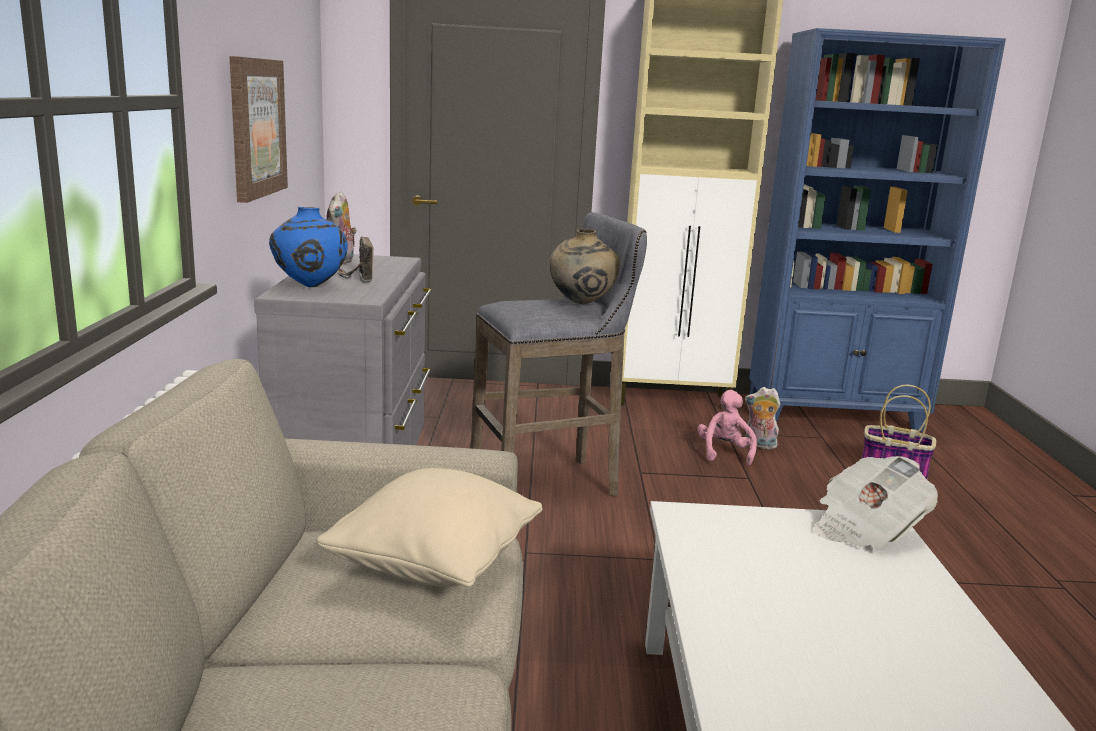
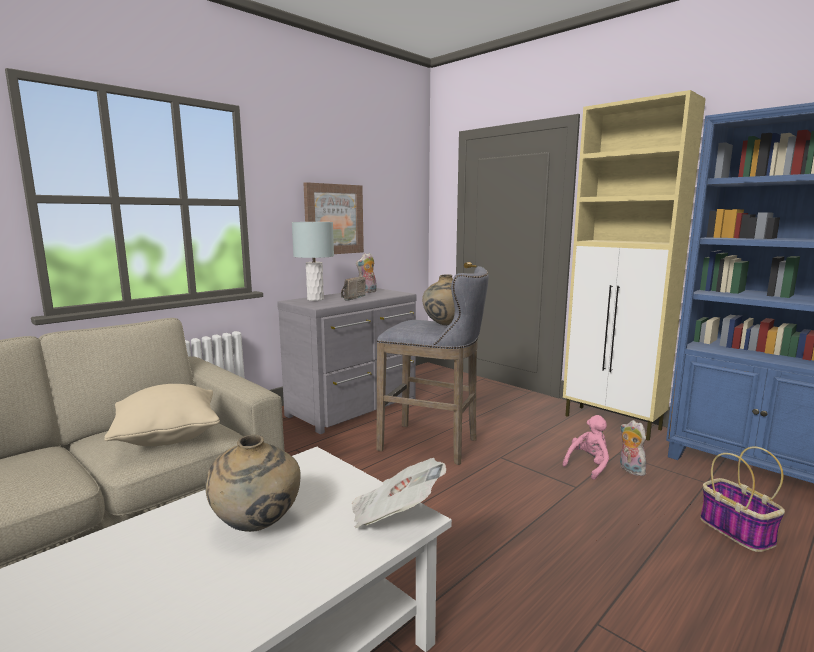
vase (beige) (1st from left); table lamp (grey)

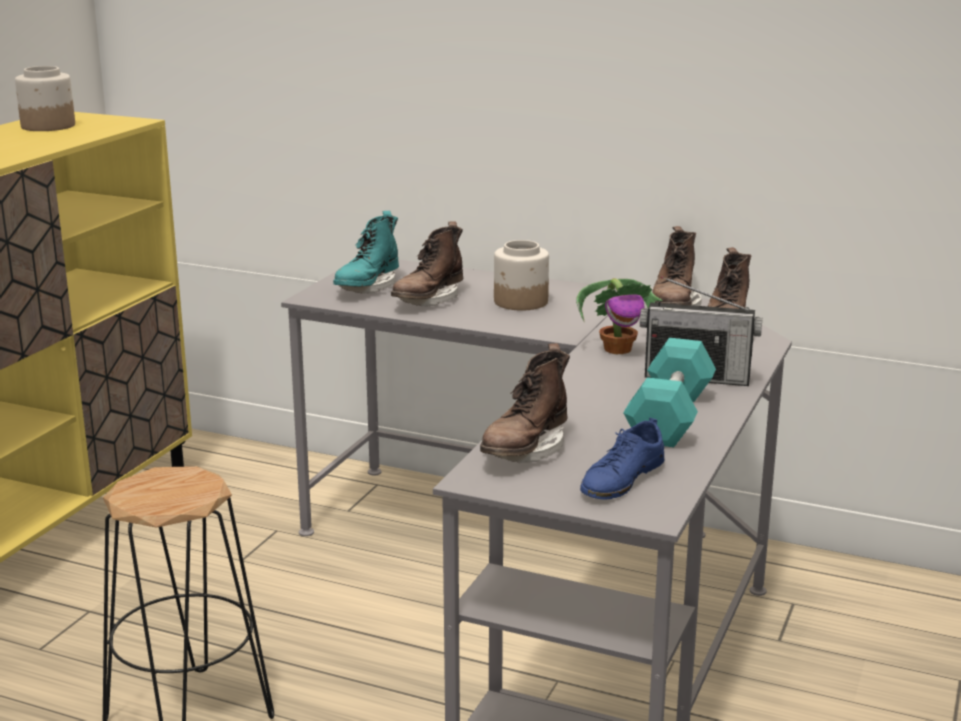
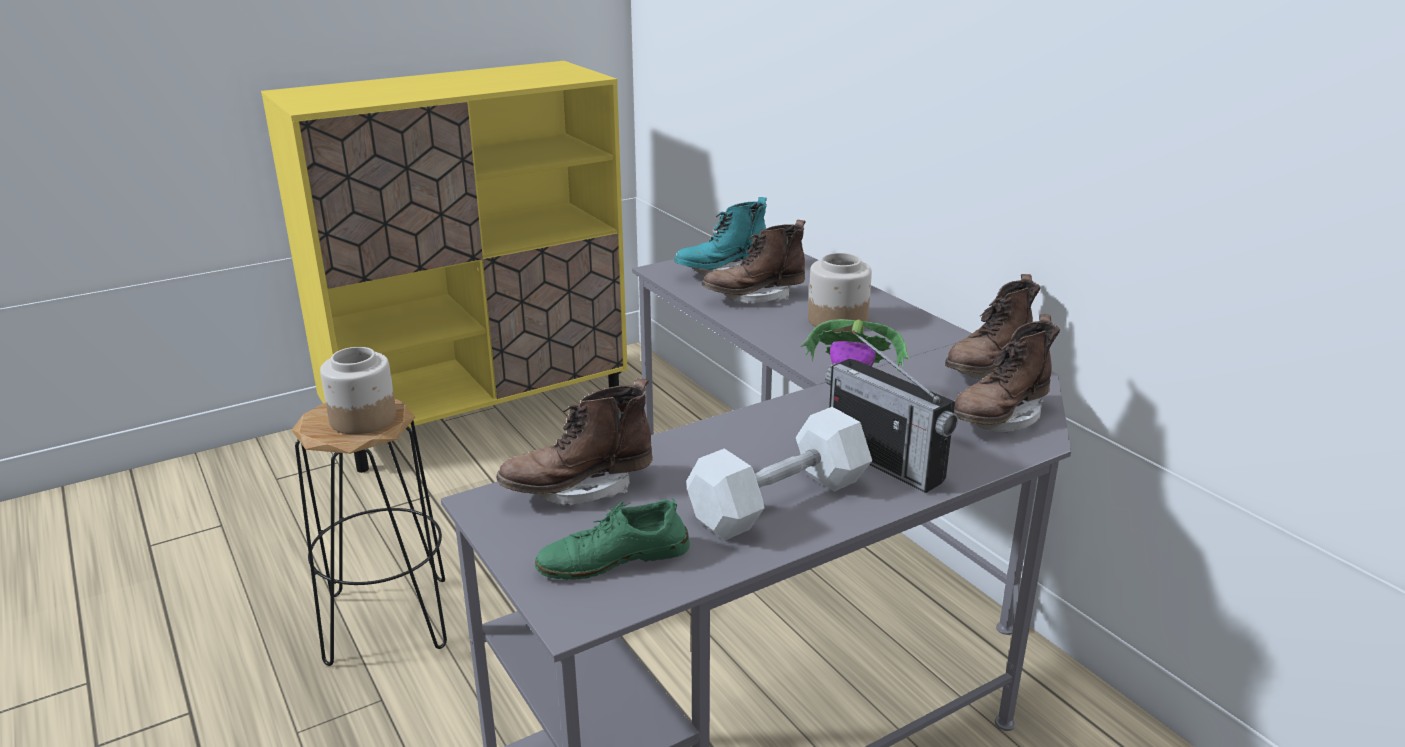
jar (1st from left); shoe (green); dumbbell (white)

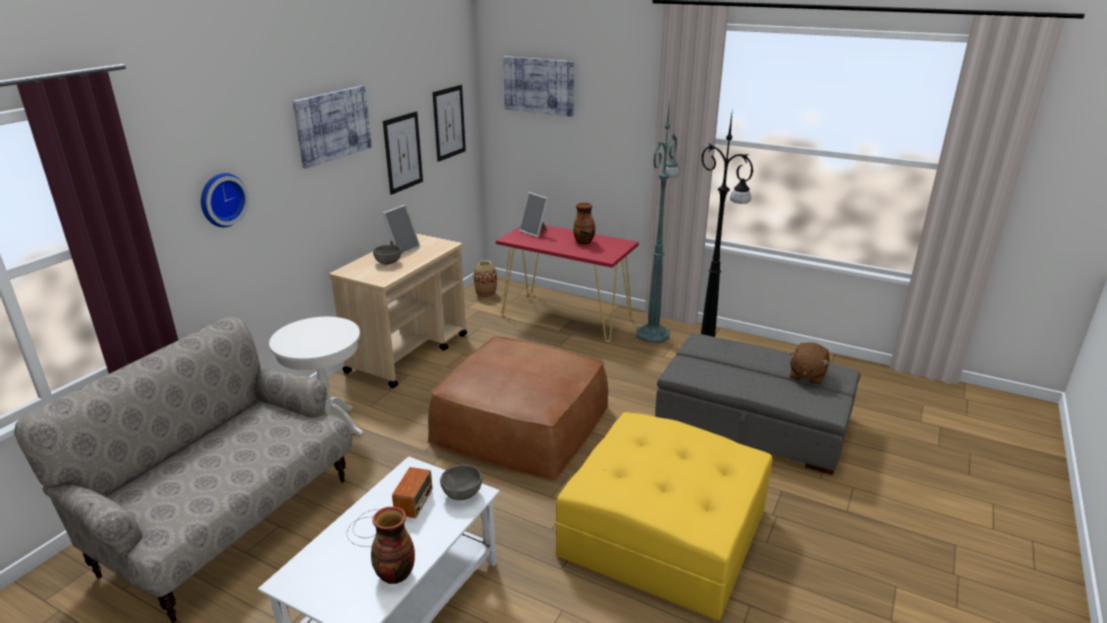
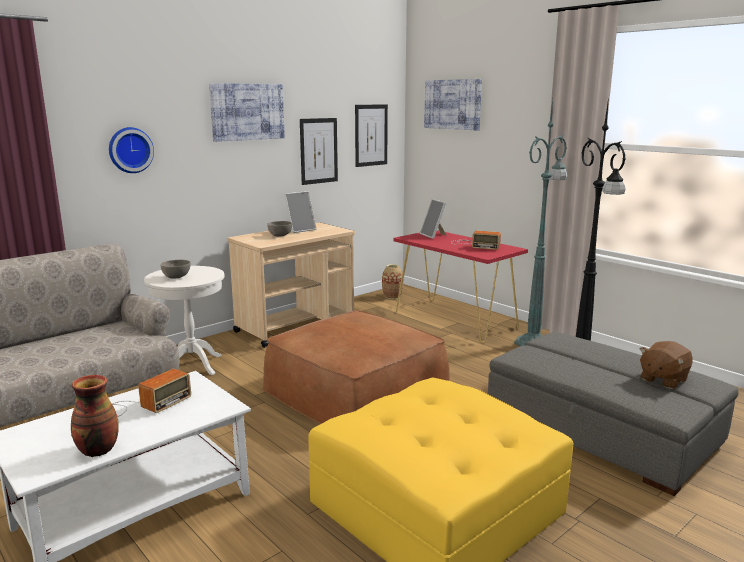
bowl (grey) (1st from left); radio (2nd from left)

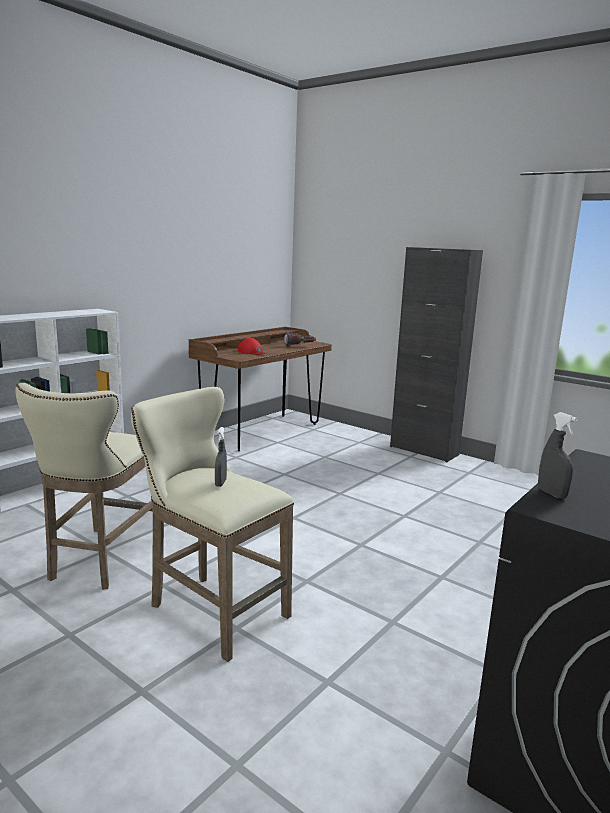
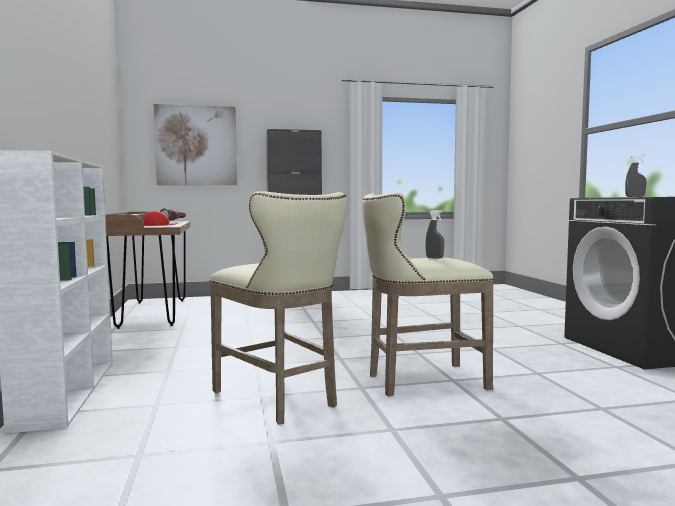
picture

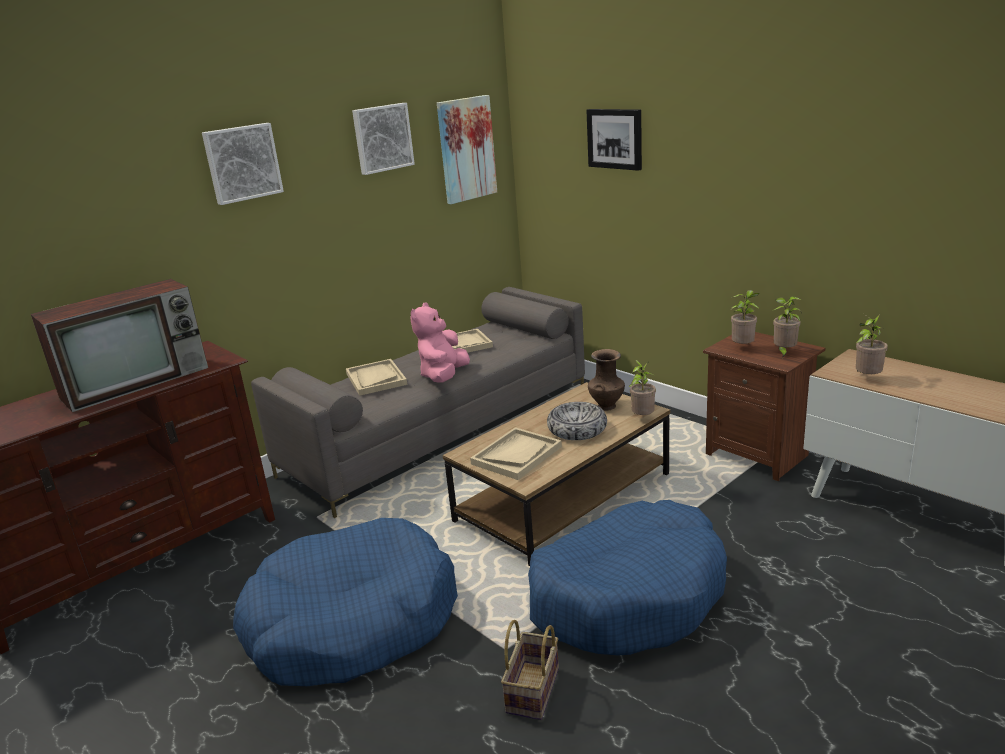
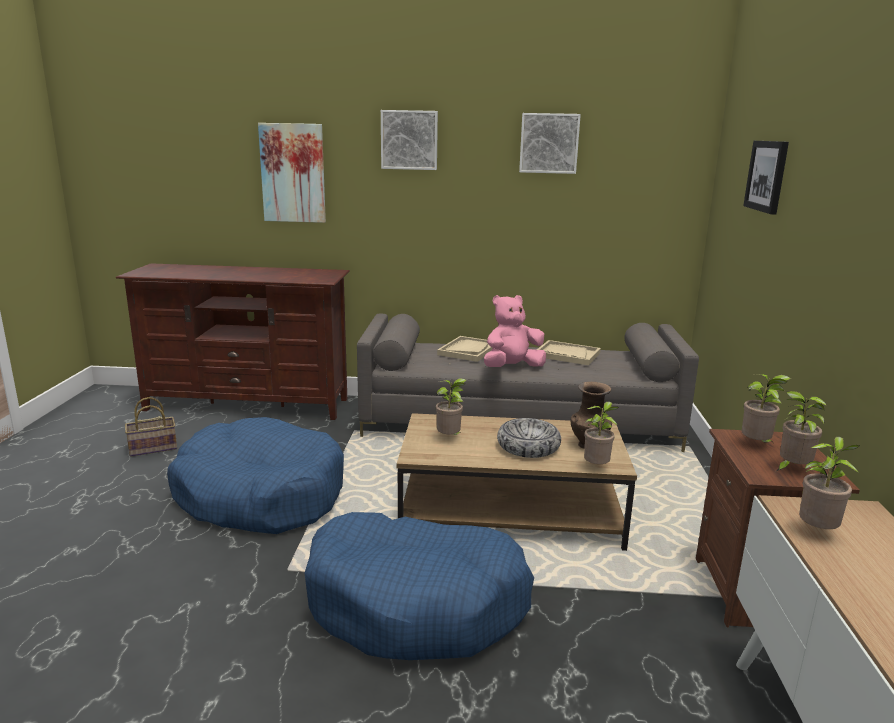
basket; picture (1st from left); potted plant (1st from left); television

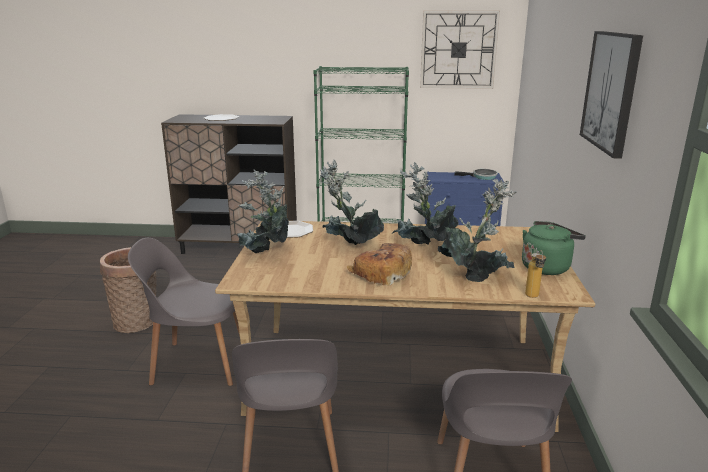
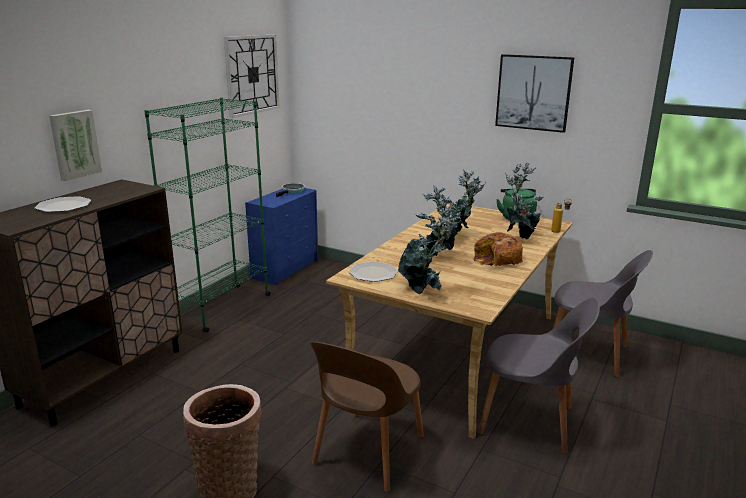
picture (1st from left); chair (brown)

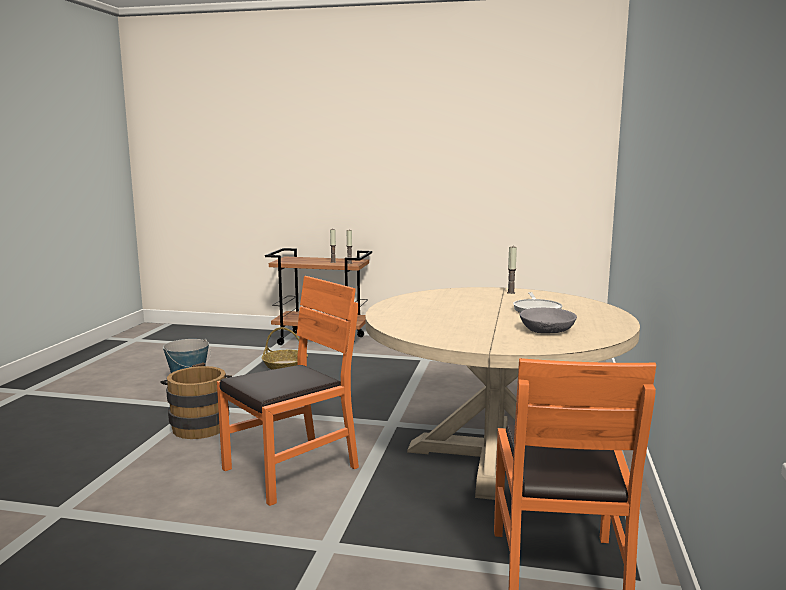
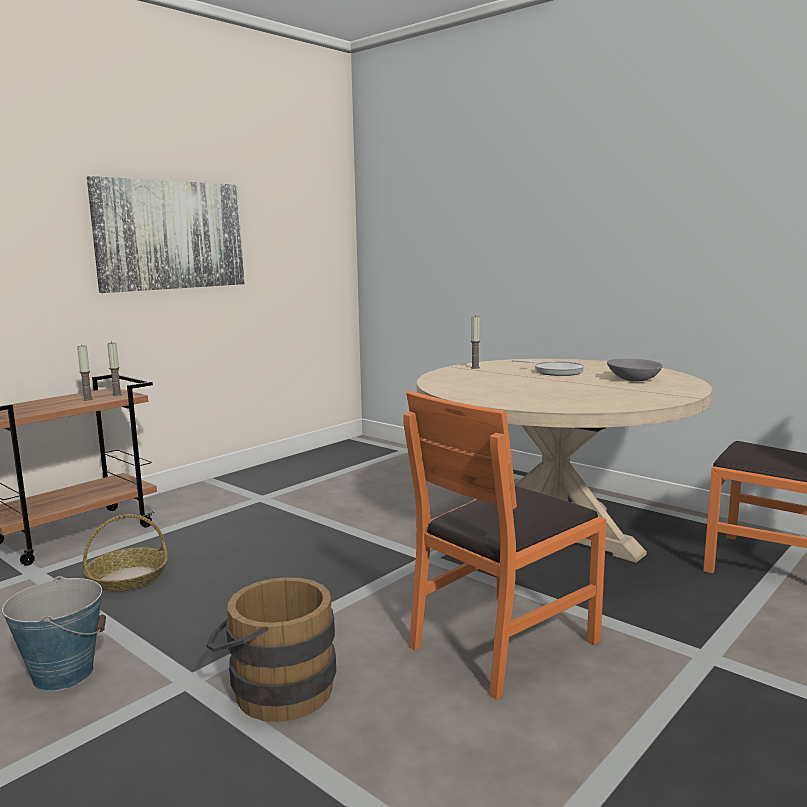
picture; chair (orange) (1st from left)

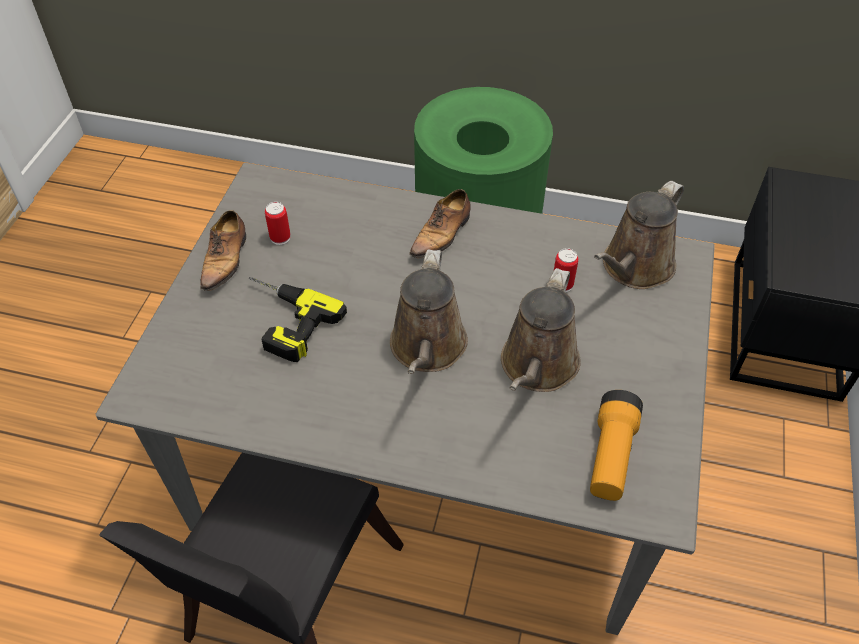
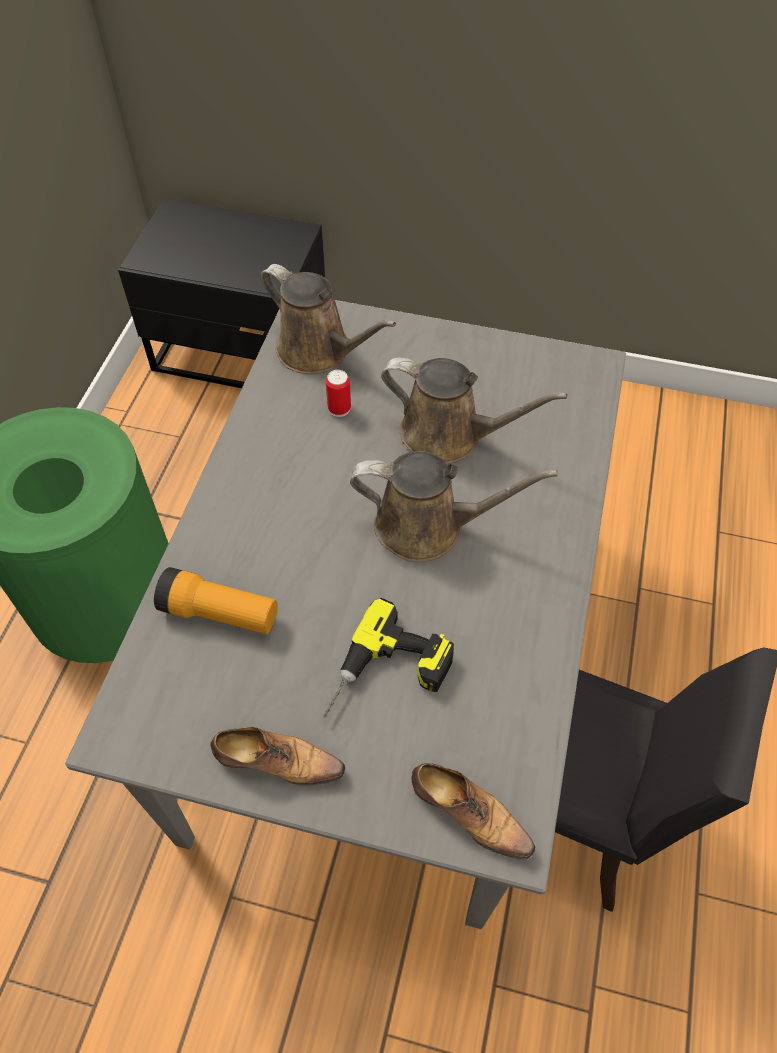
flashlight; shoe (2nd from left); can (1st from left in the first image)

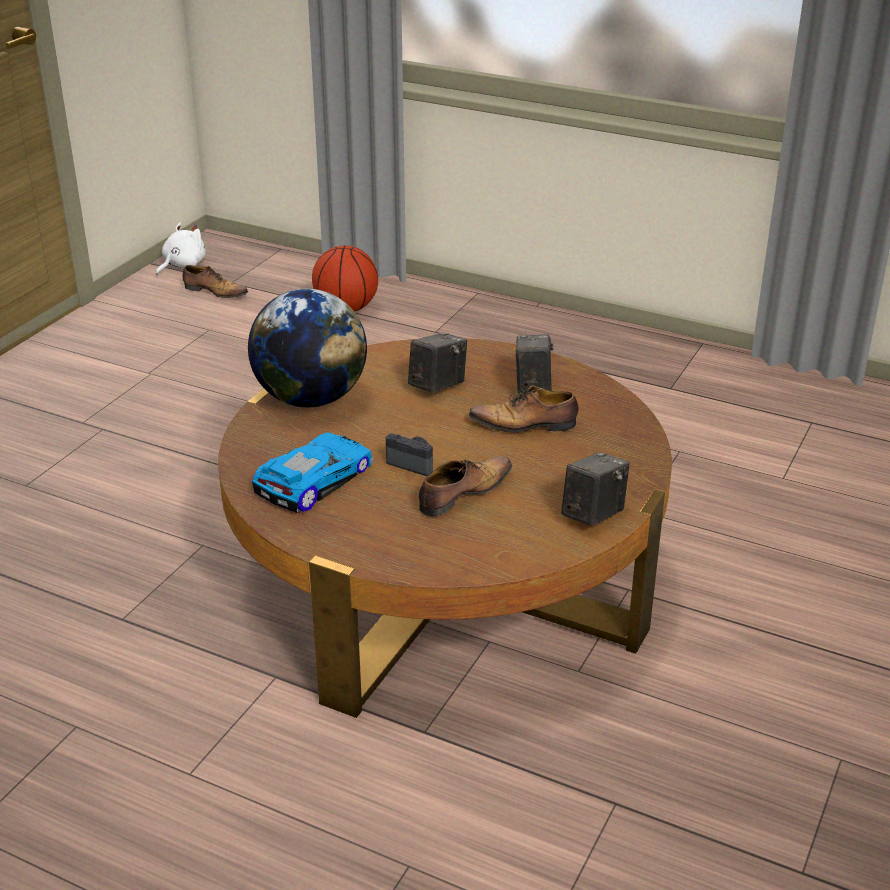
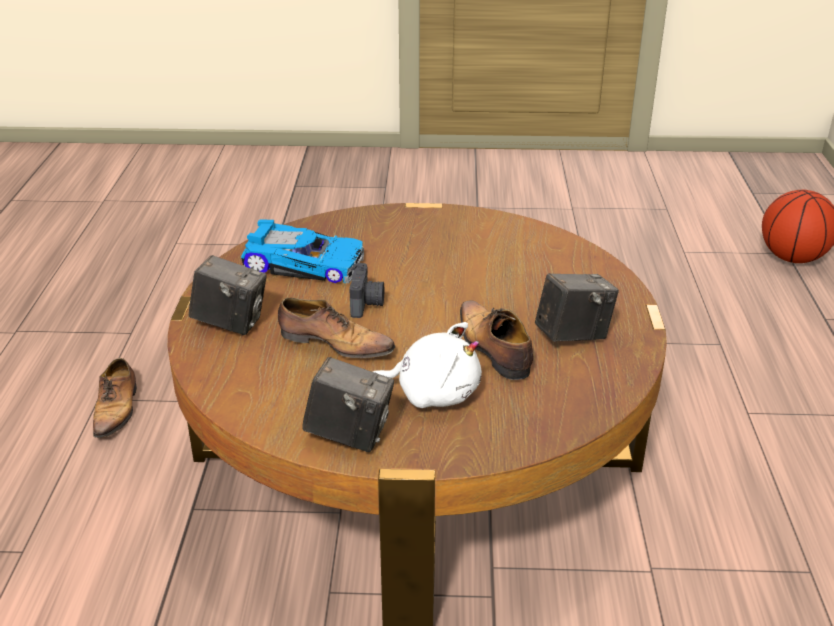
shoe (1st from left); photo camera (1st from left); plush toy (white); globe

